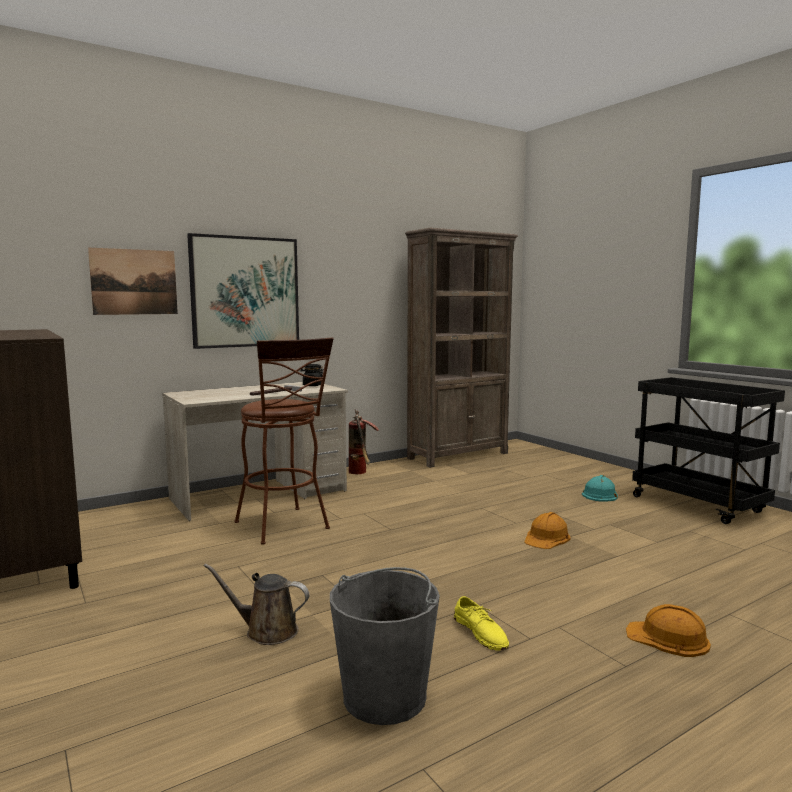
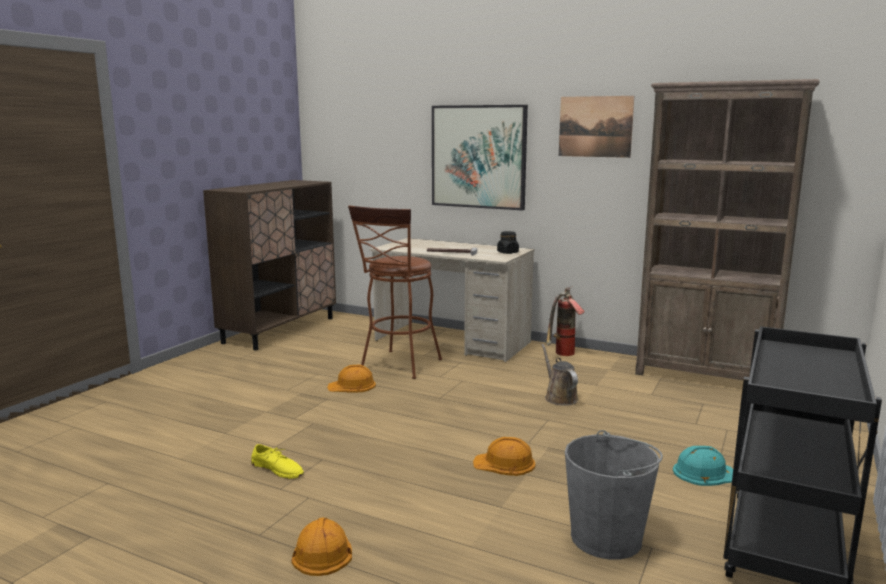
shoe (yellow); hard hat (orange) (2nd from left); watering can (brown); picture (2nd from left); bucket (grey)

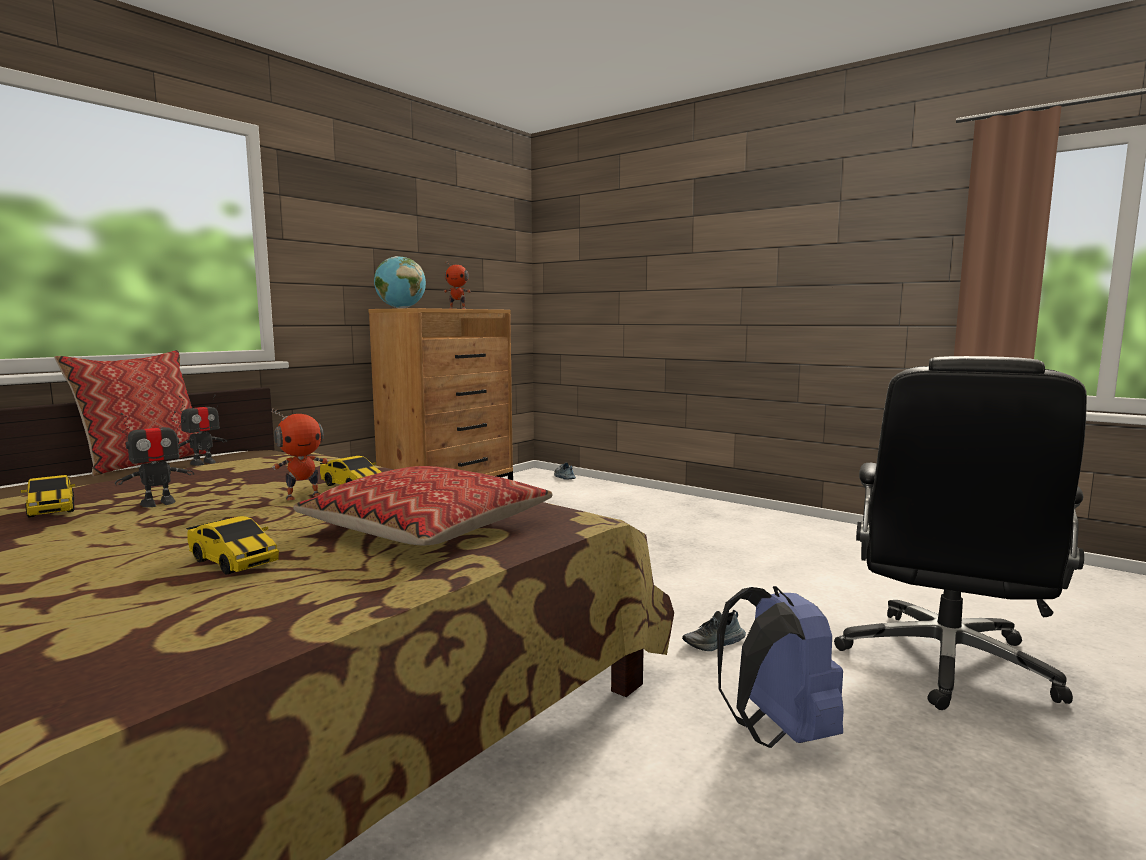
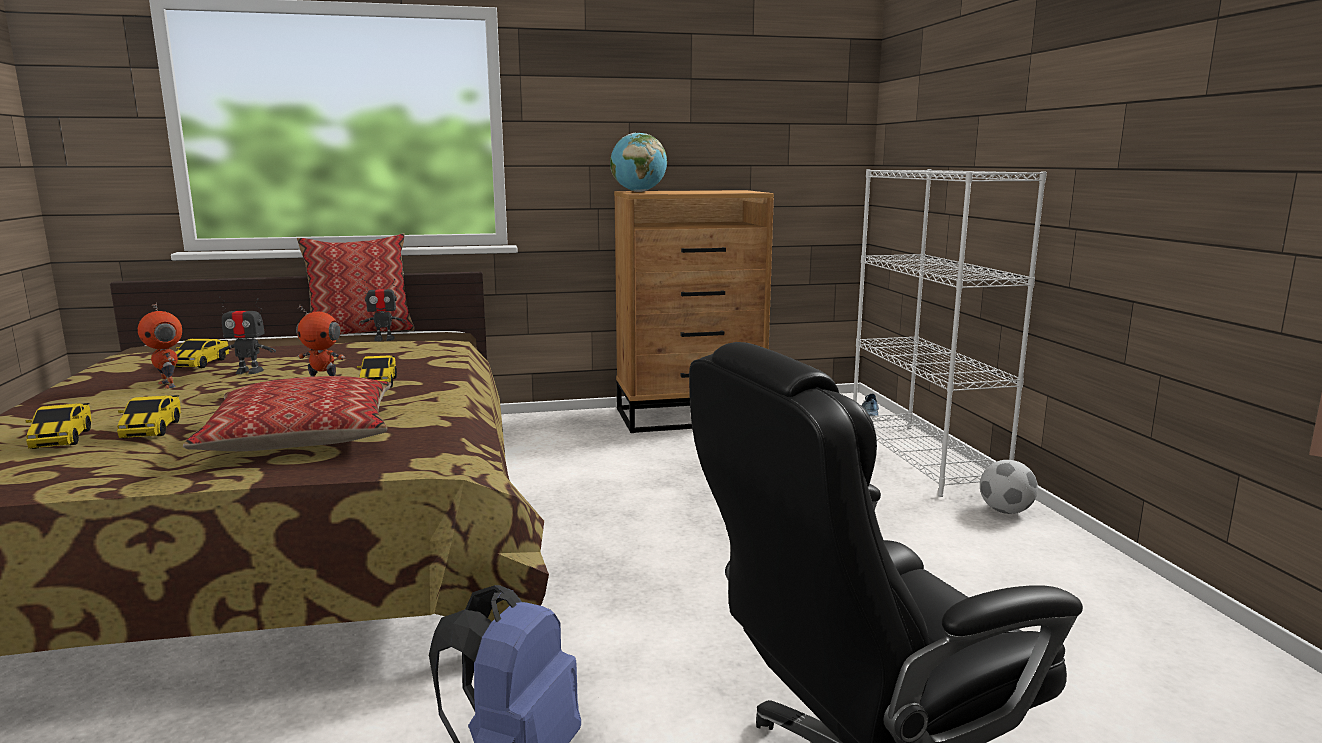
toy car (1st from left); toy robot (1st from left); bookcase (white); football; shoe (2nd from left in the first image)

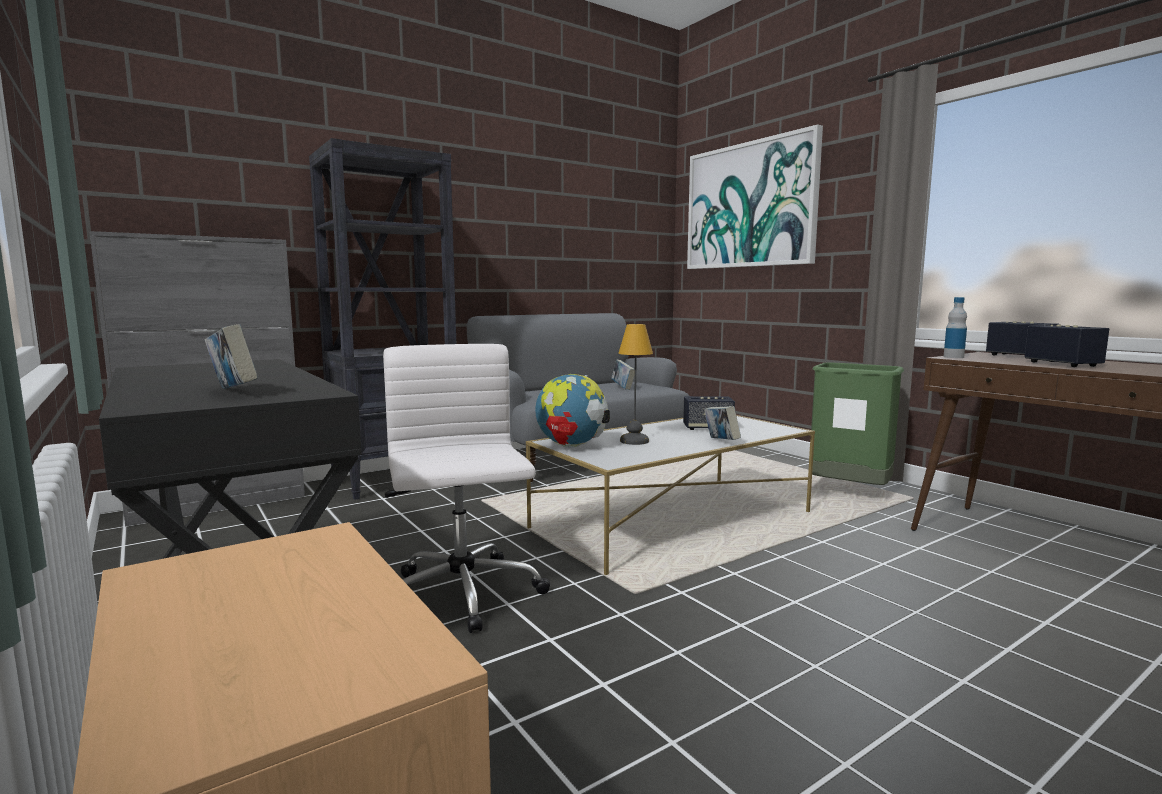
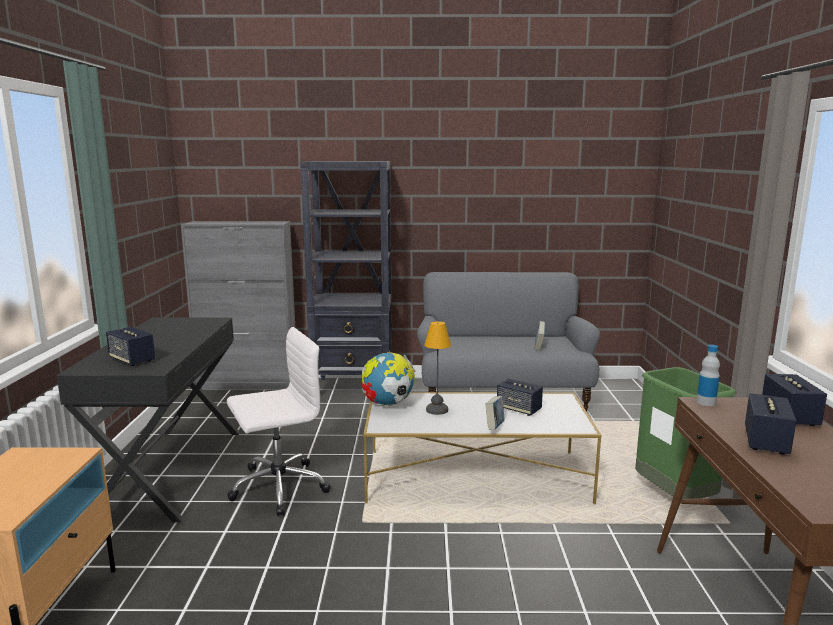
speaker (1st from left); office chair (white); picture

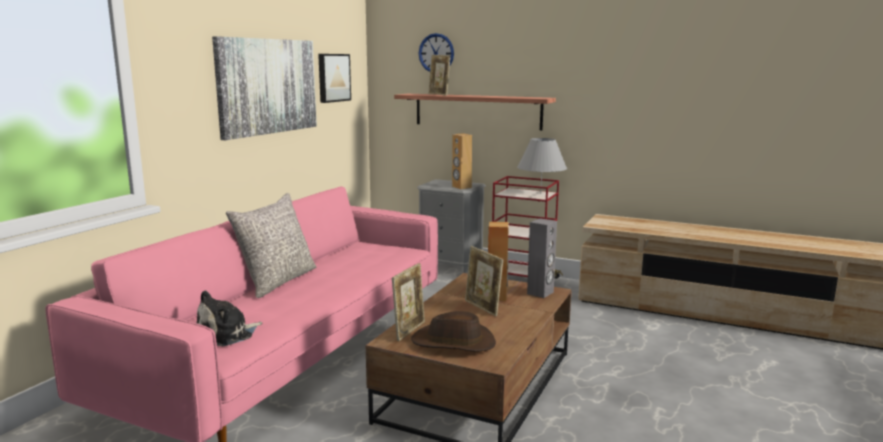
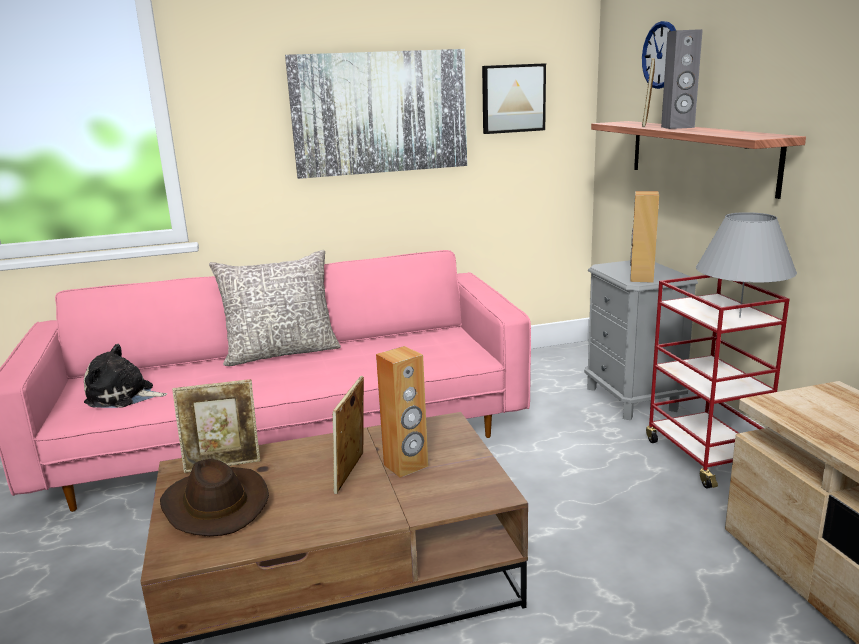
speaker (grey)

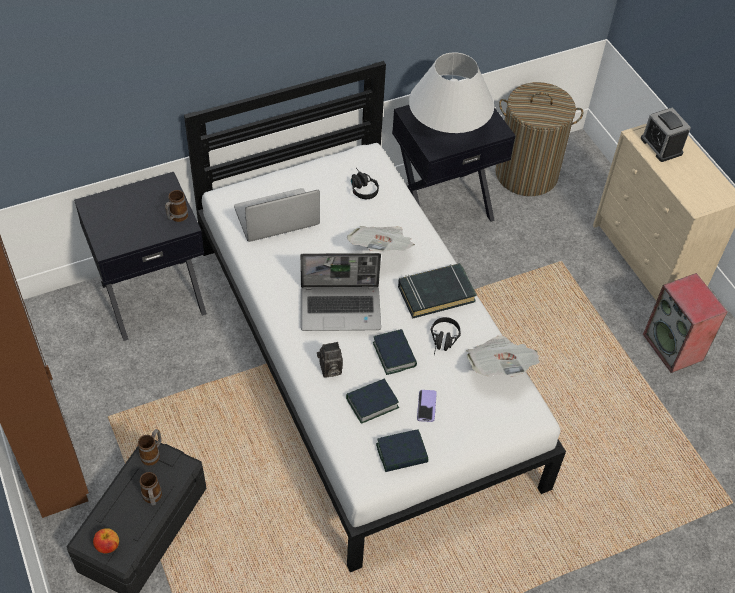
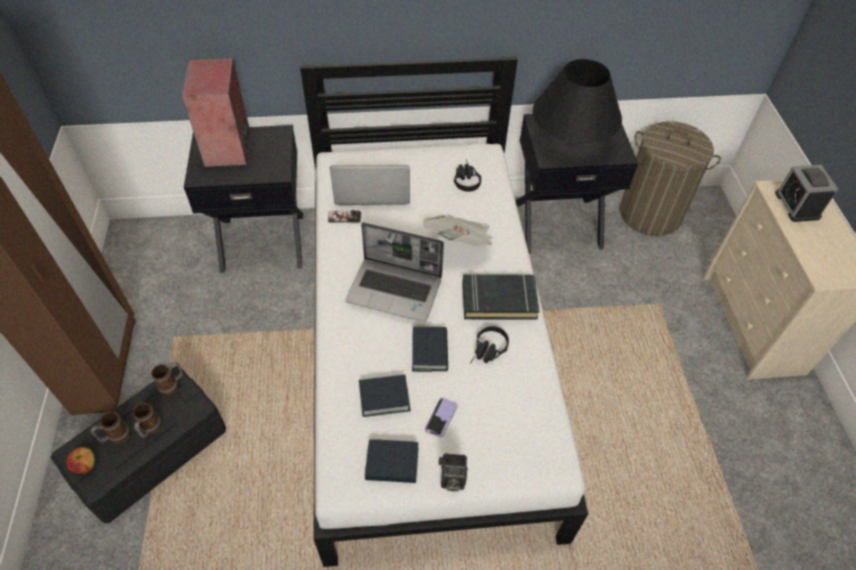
mug (1st from left); speaker; phone (1st from left); photo camera; table lamp (black); newspaper (2nd from left in the first image)

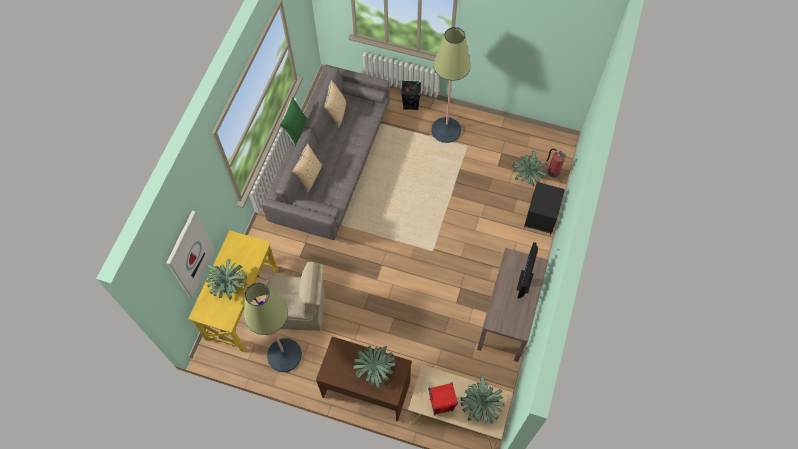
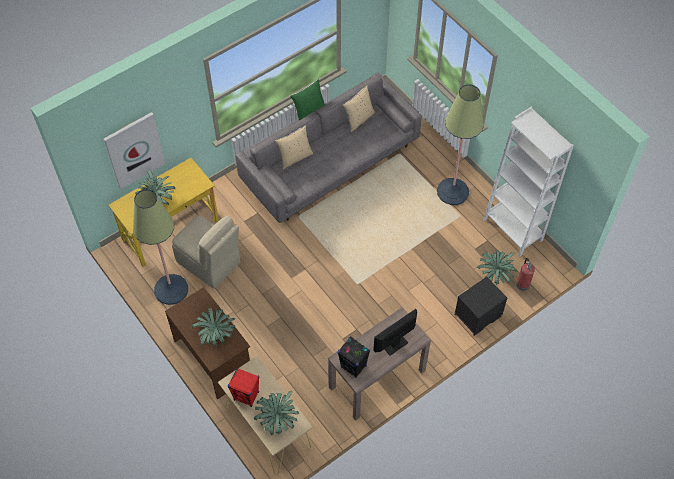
speaker (black); bookcase (white)

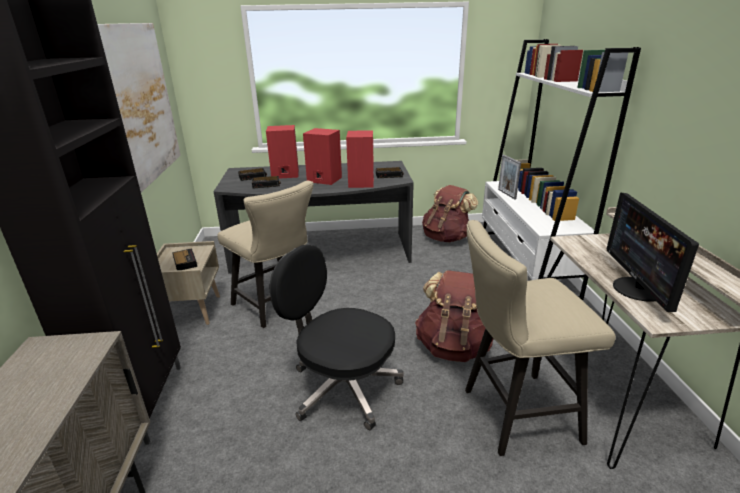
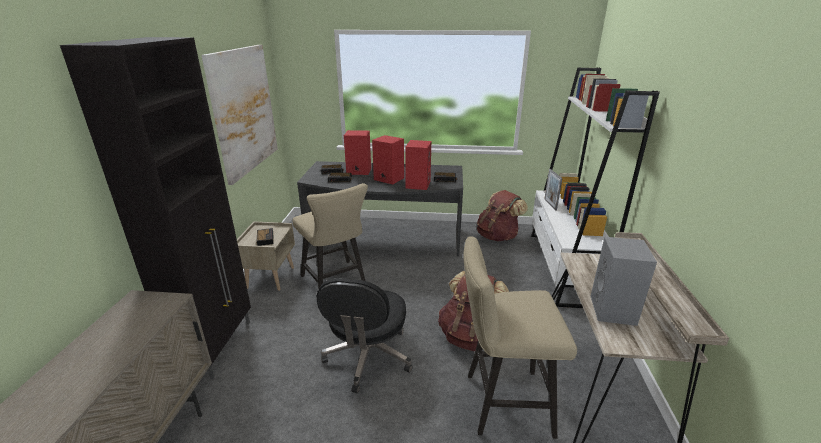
office chair (black); speaker (grey)

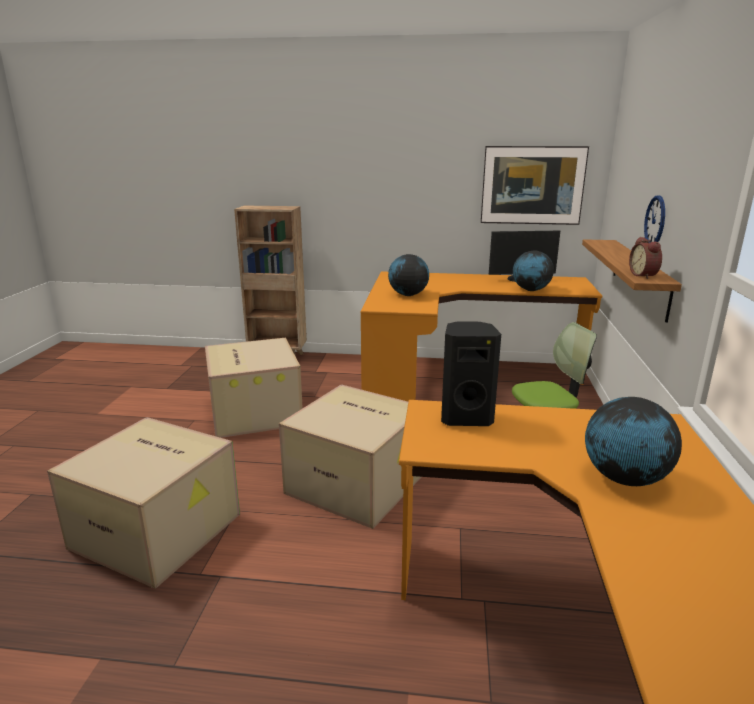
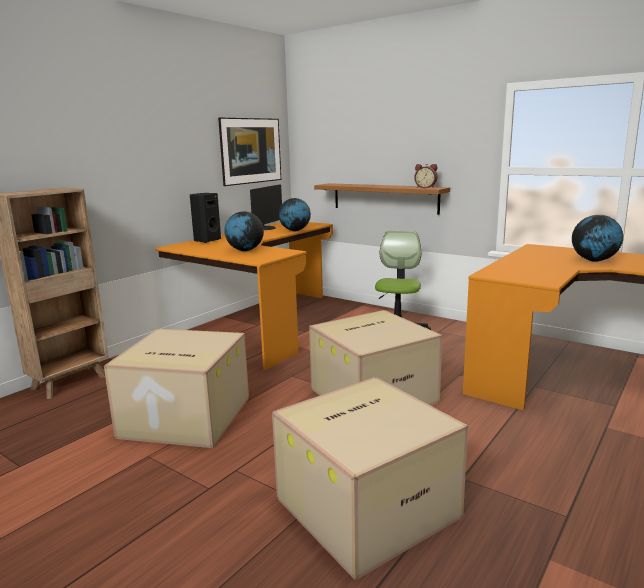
speaker (black); wall clock

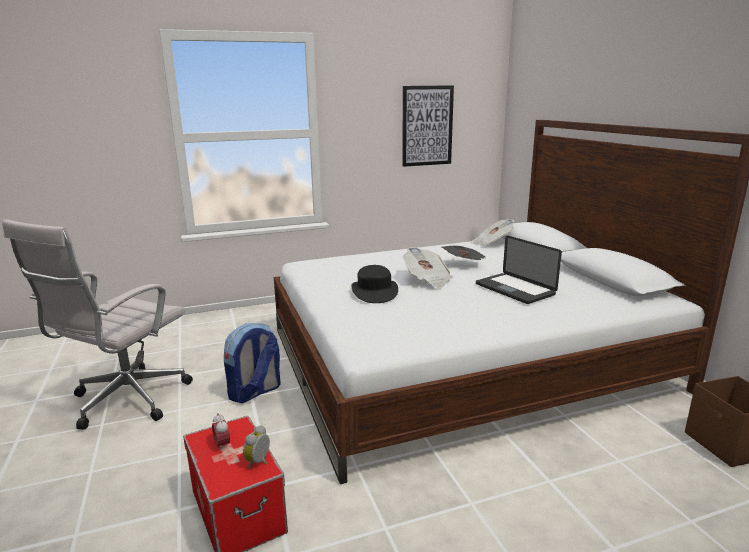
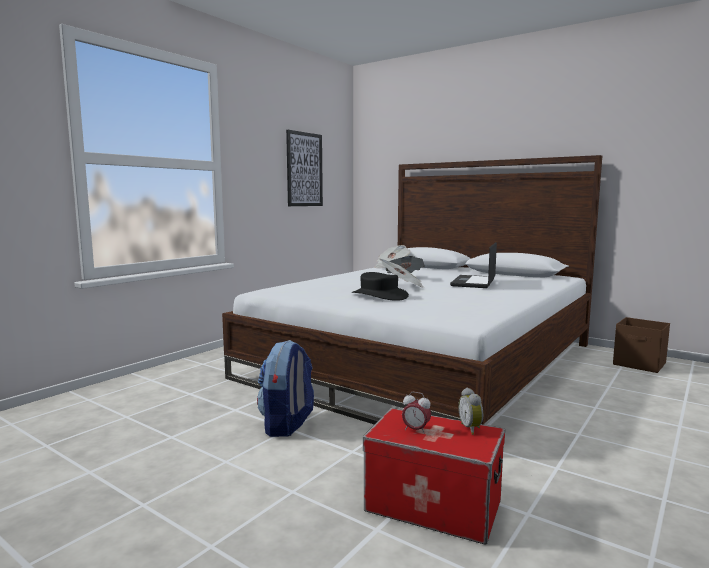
laptop; office chair (white)

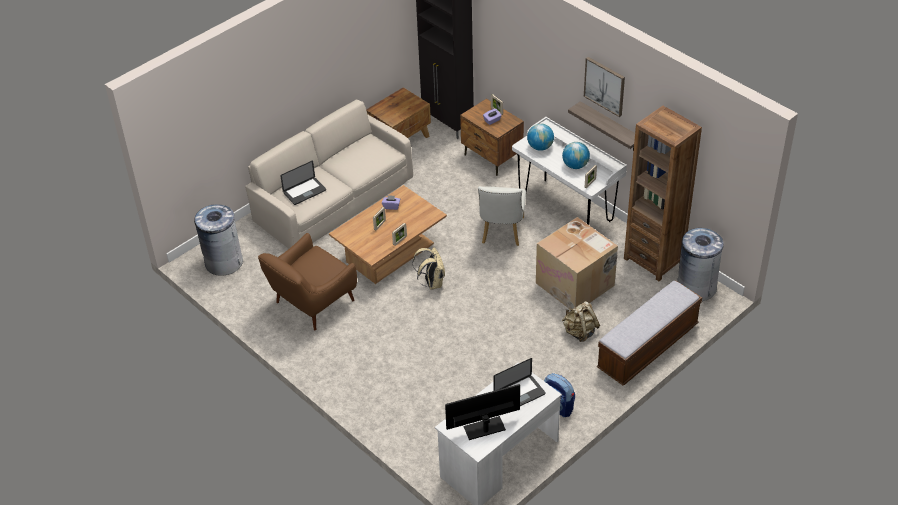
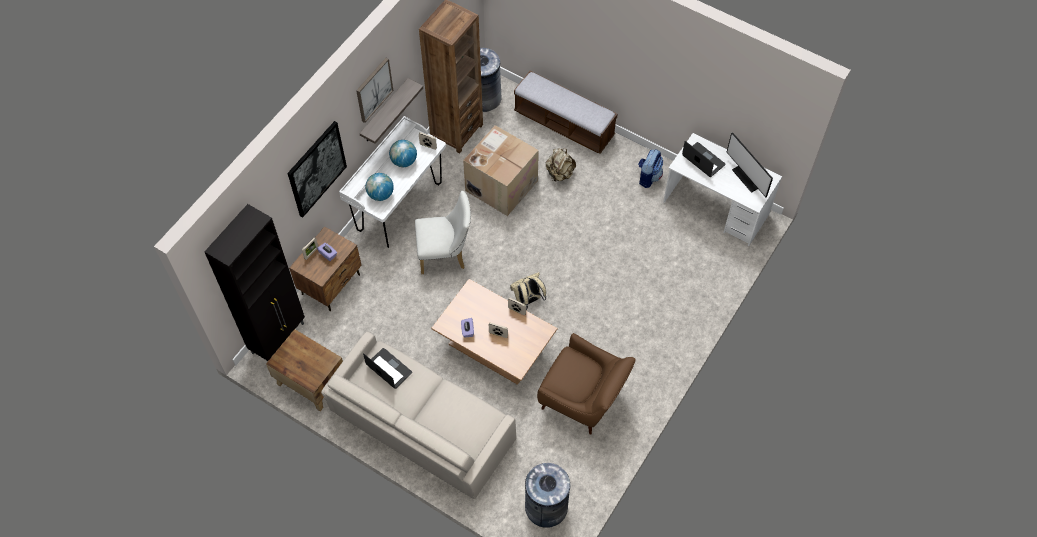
picture (1st from left); laptop (1st from left)

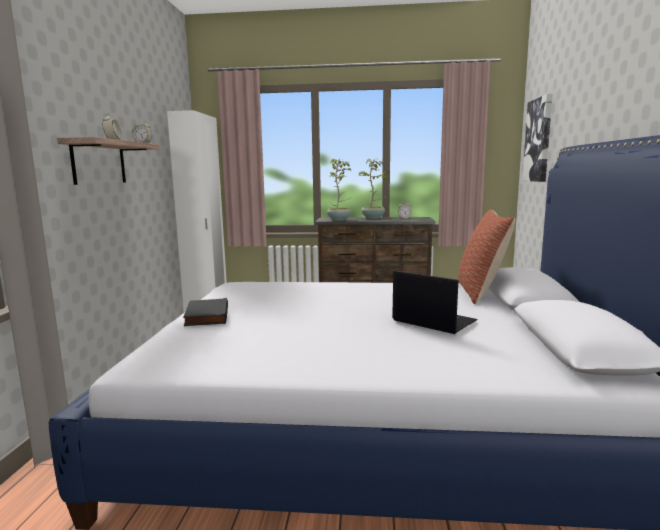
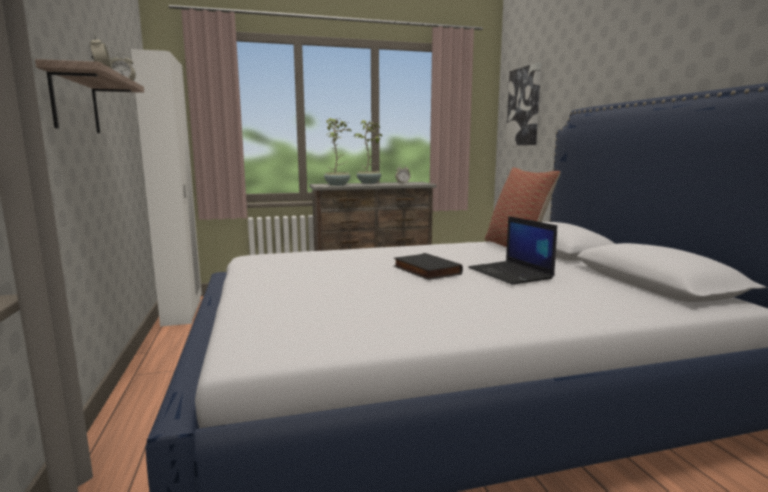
book (black); laptop

